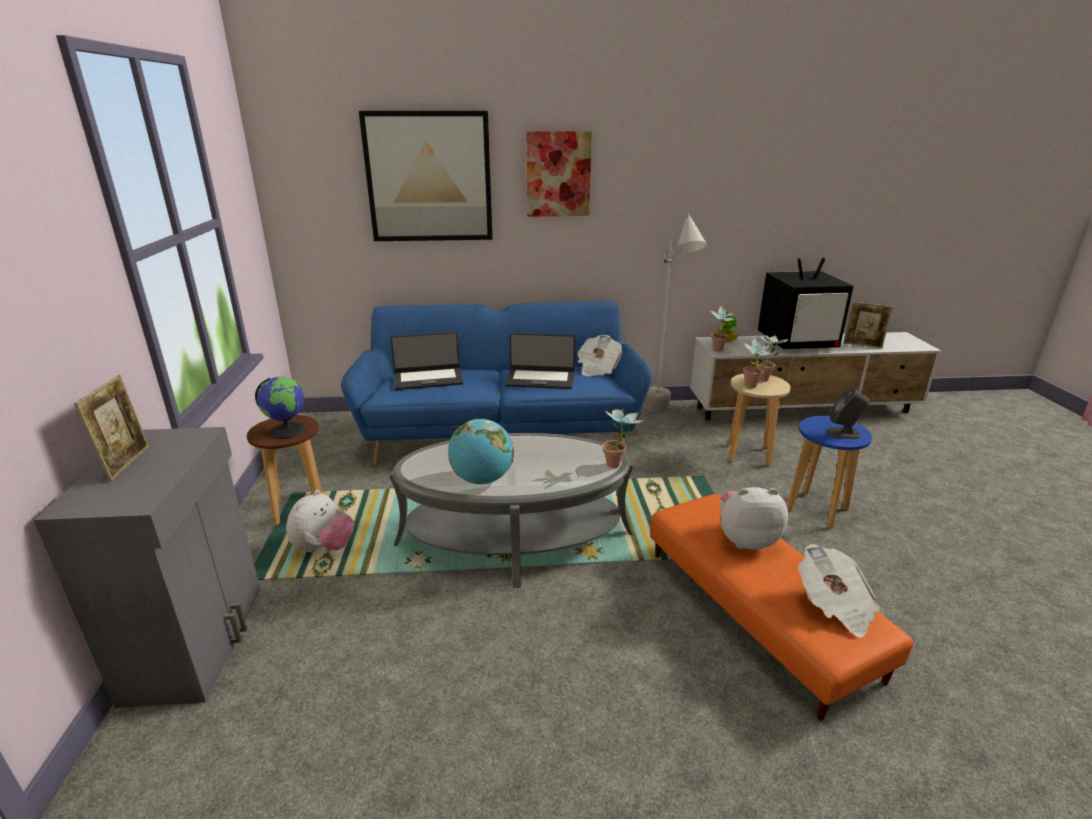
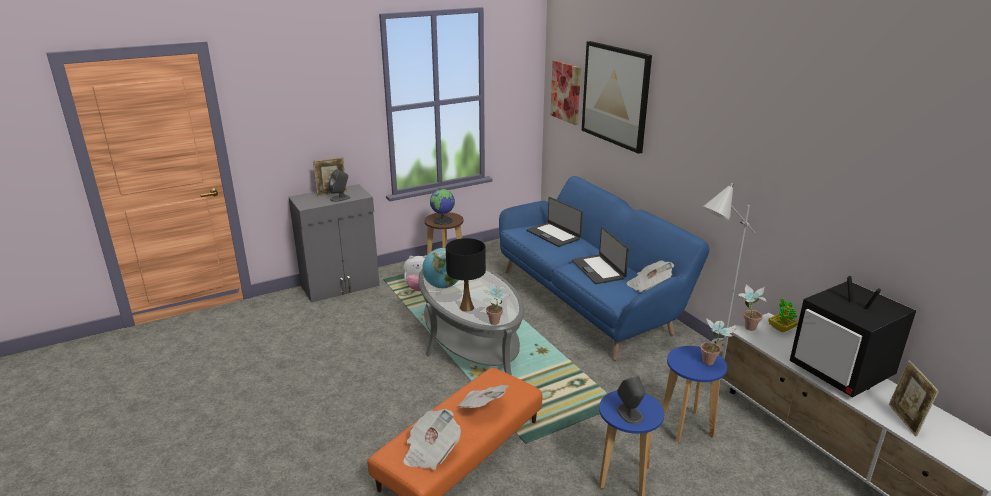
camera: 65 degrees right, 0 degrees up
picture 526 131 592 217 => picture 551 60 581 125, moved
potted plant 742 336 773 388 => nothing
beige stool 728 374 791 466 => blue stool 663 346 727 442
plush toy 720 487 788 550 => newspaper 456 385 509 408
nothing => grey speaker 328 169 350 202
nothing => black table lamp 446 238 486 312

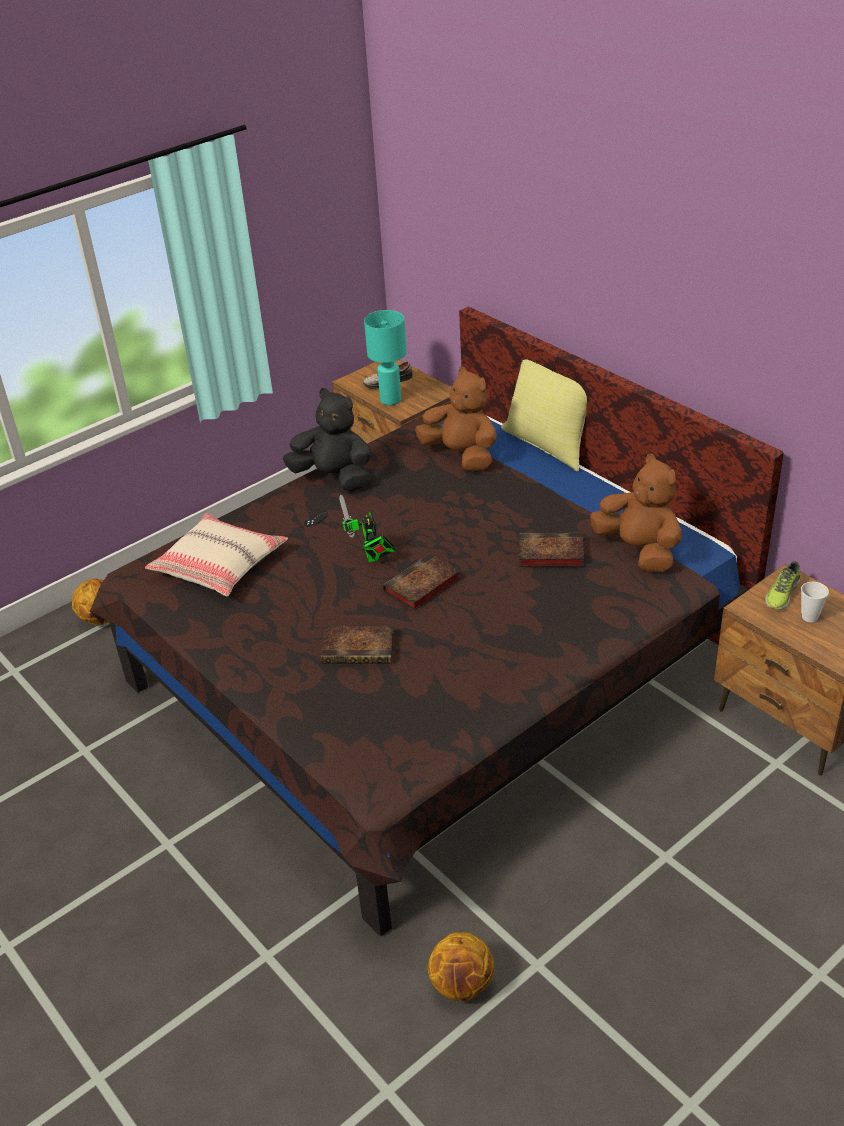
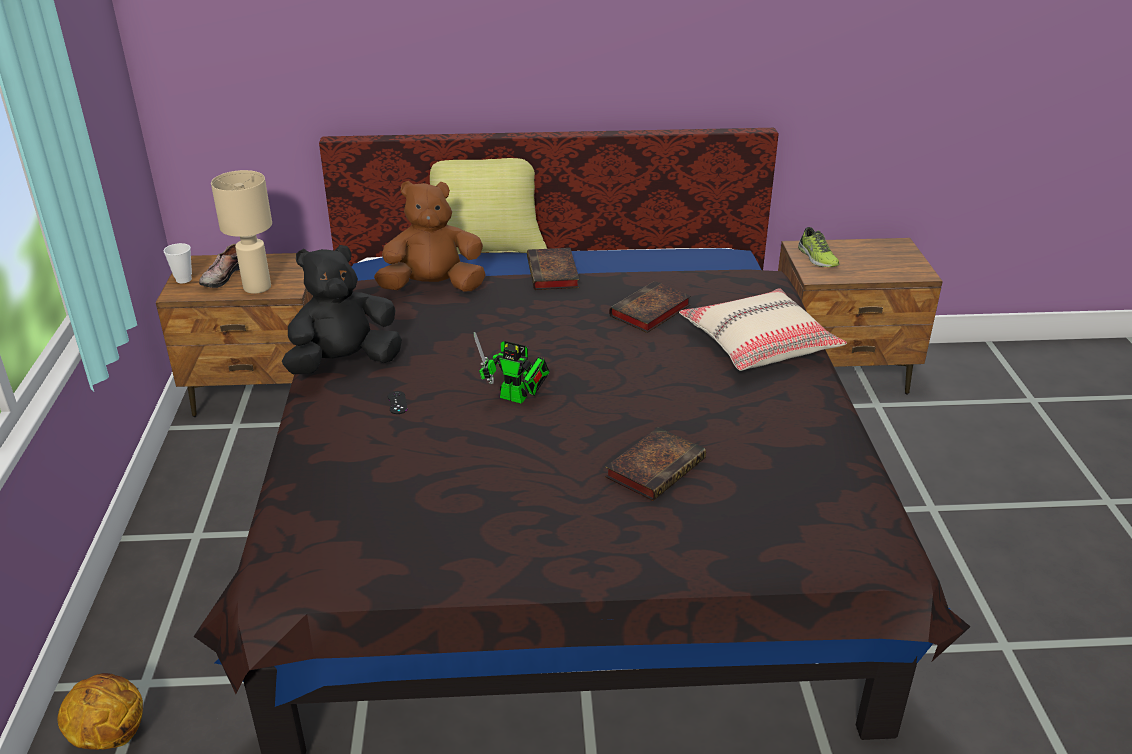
camera: 55 degrees left, 5 degrees down
turquoise table lamp 364 310 407 405 => beige table lamp 211 170 272 294
brown plush toy 590 454 682 572 => nothing
beige pillow 145 513 288 596 => beige pillow 679 288 847 371, moved
book 383 553 460 611 => book 527 248 579 290, moved
cup 801 582 829 622 => cup 164 243 192 283, moved
basketball 428 932 494 1001 => nothing

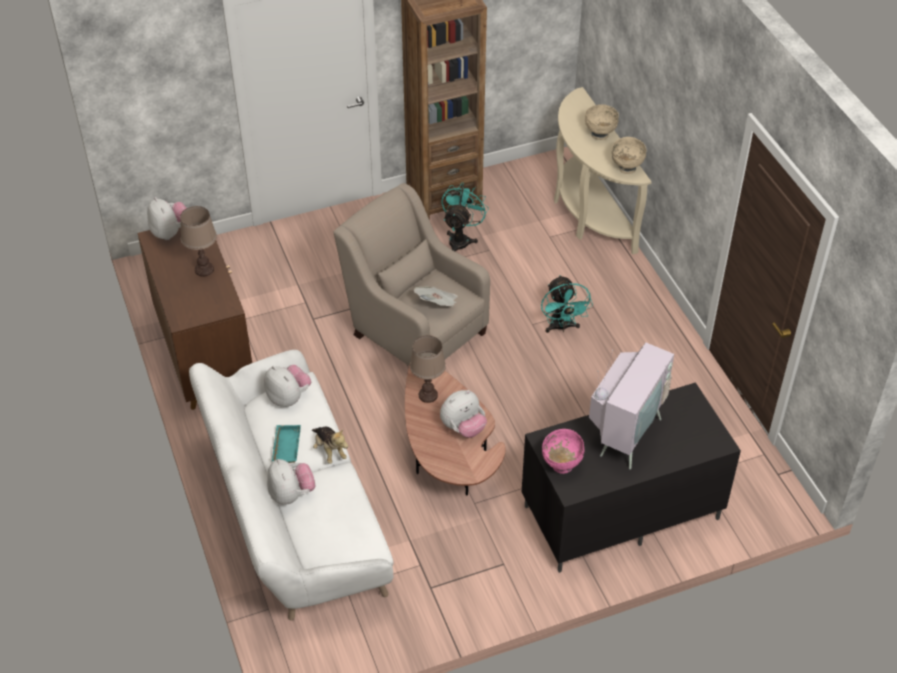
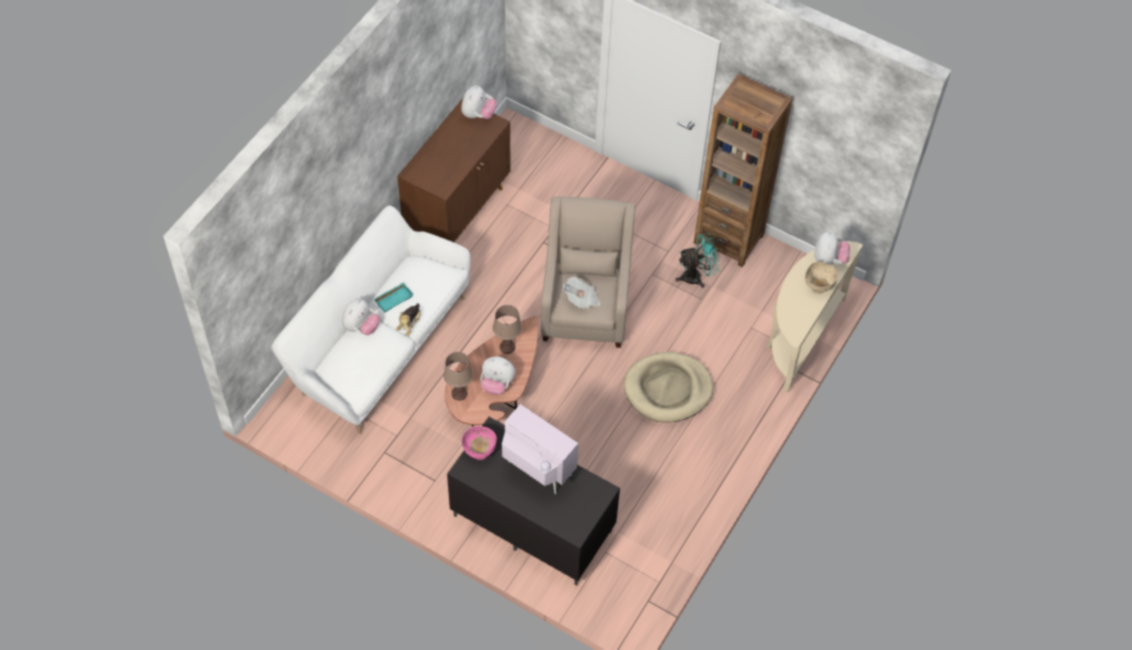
camera: 50 degrees right, 10 degrees up
beige bowl 612 137 646 174 => nothing
brown table lamp 180 206 217 277 => brown table lamp 443 352 473 401, moved
turquoise fan 541 275 593 333 => beige dog bed 624 352 713 422
television 589 343 674 470 => television 502 404 578 494, 135 degrees counterclockwise
plush toy 264 365 311 407 => plush toy 814 232 850 265, moved

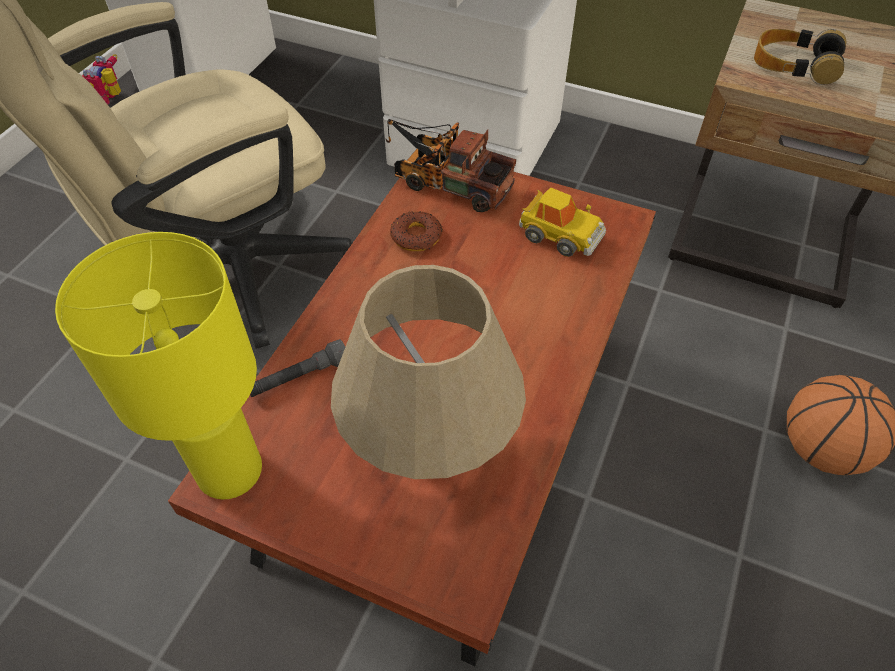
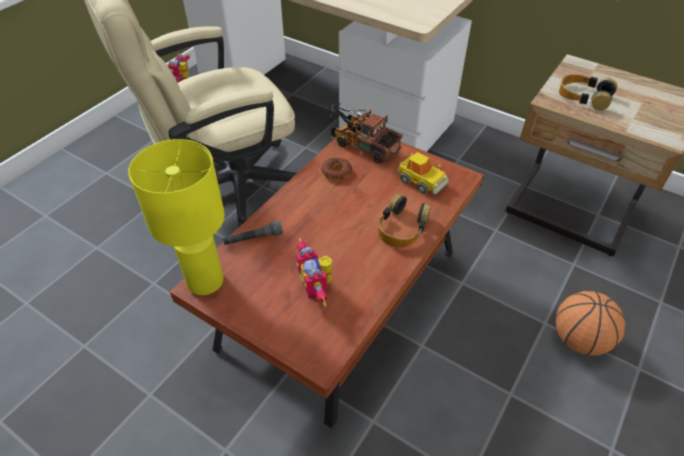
camera: 10 degrees right, 5 degrees down
beige table lamp 331 265 526 479 => toy robot 296 238 333 307
nothing => headphones 379 194 431 248

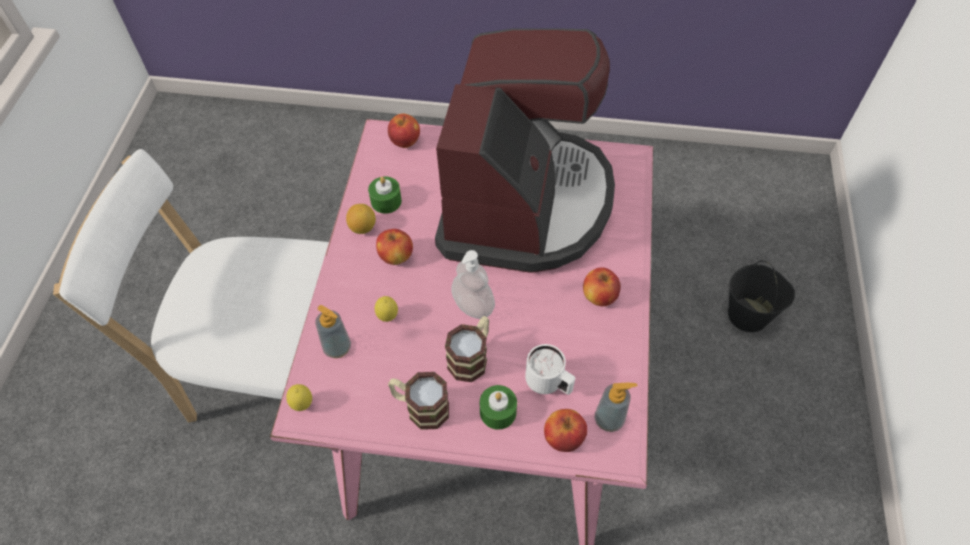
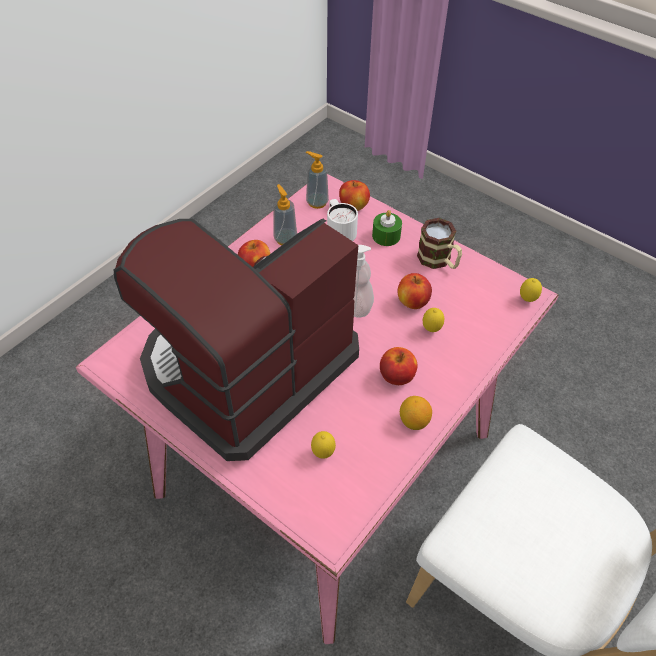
camera: 150 degrees left, 5 degrees down
apple 388 113 420 148 => apple 398 273 432 309, moved
green candle 368 176 402 214 => nothing
black bucket 728 260 795 332 => nothing
soap dispenser 315 305 351 358 => soap dispenser 274 184 297 245, moved
mug 445 316 489 382 => nothing
nothing => lemon 311 431 336 459

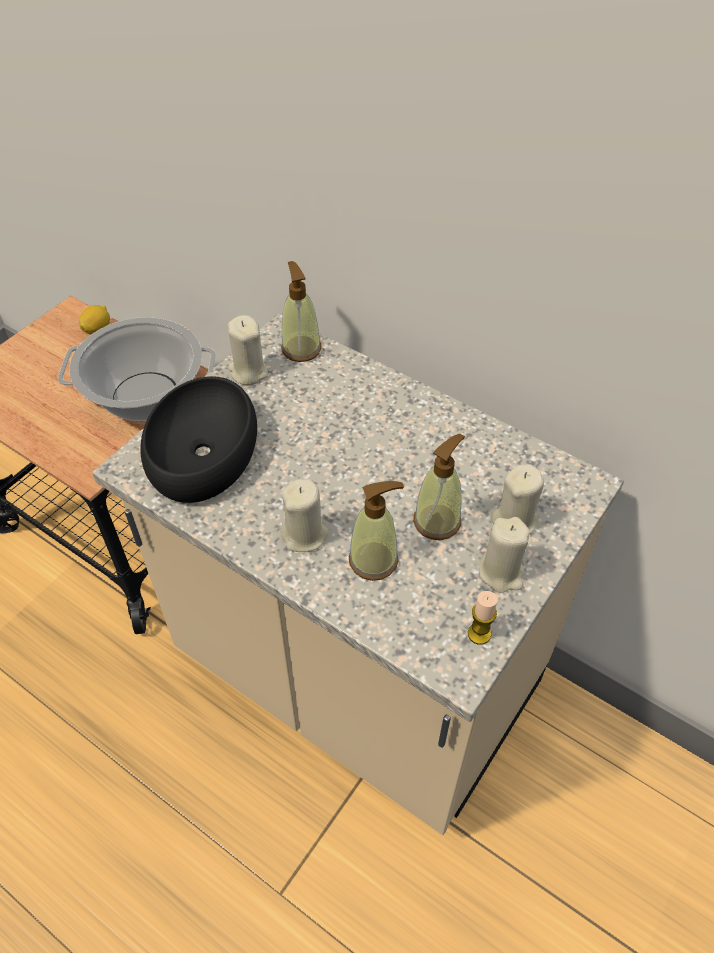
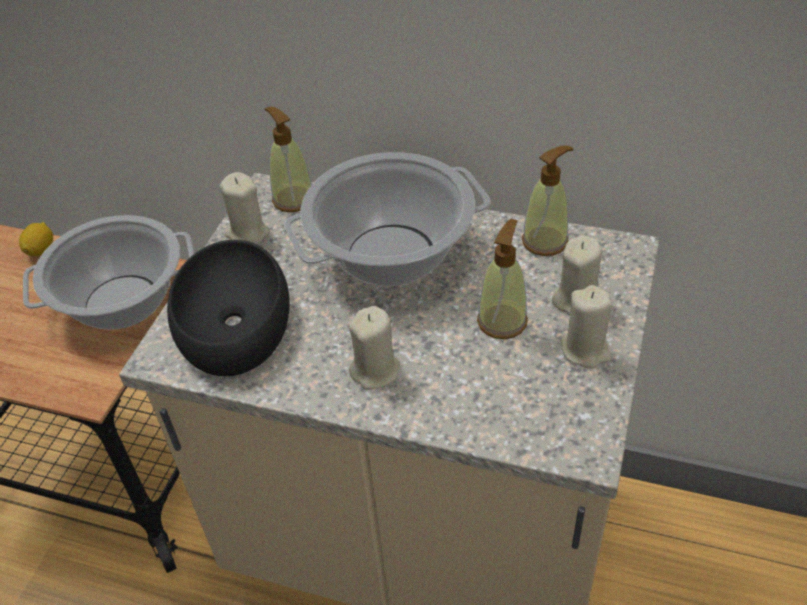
camera: 15 degrees left, 5 degrees down
soap dispenser 349 481 404 581 => soap dispenser 522 146 574 256, moved
candle 468 591 498 645 => nothing
nothing => cooking pot 284 152 491 286

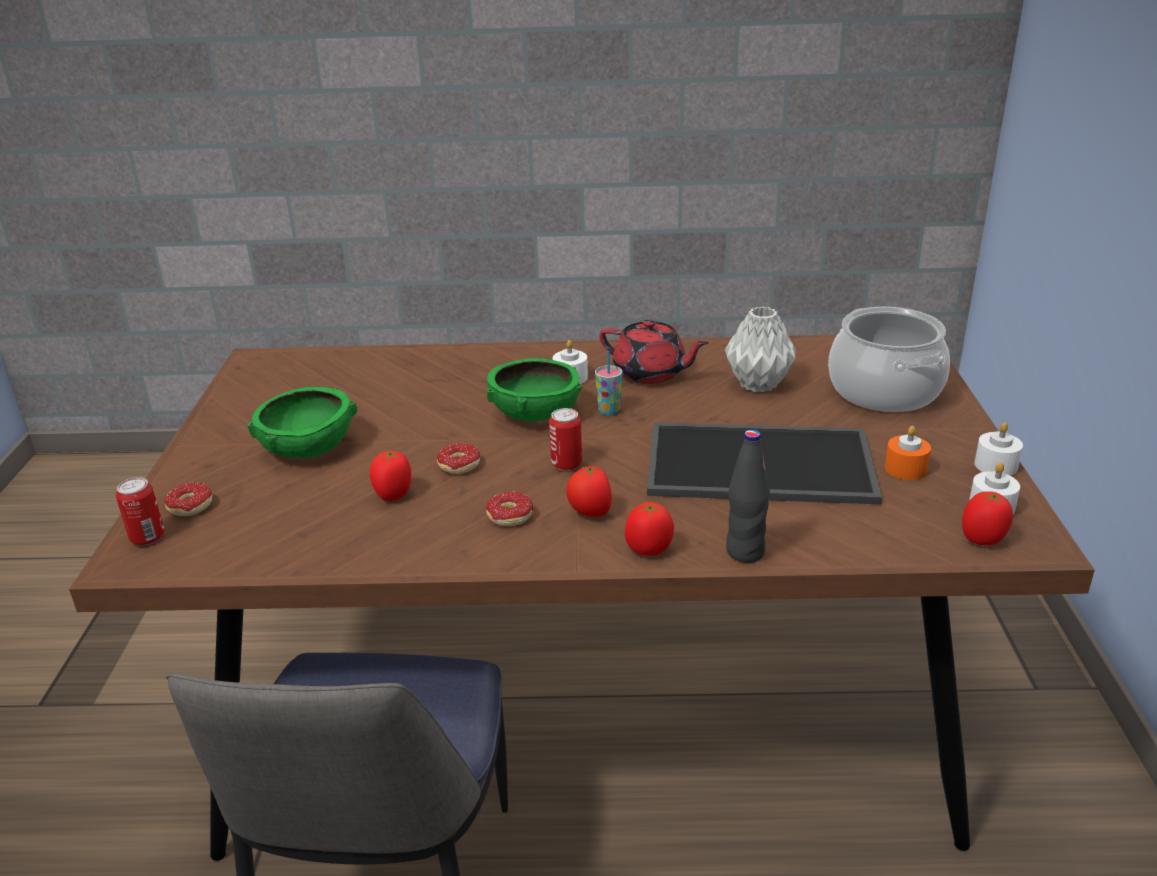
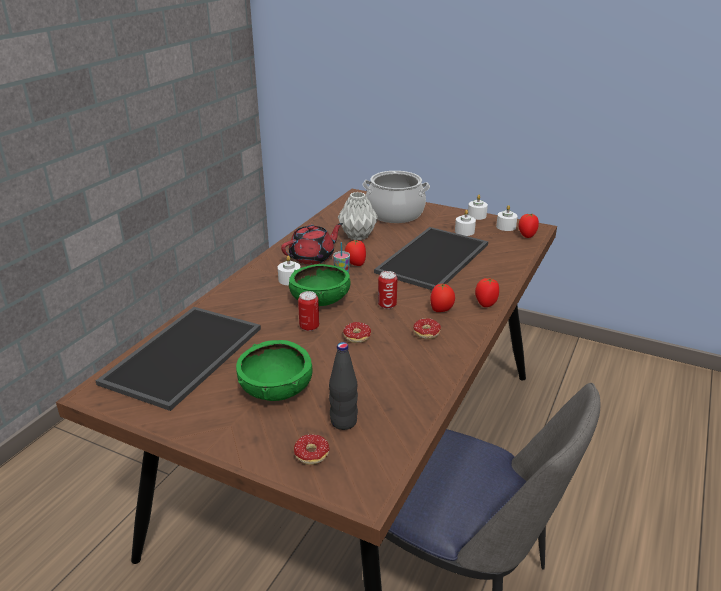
camera: 65 degrees left, 0 degrees up
orange candle 885 426 931 480 => white candle 455 210 476 236
black bottle 726 430 770 563 => black bottle 329 342 358 430, moved
tomato 370 451 411 501 => tomato 345 240 366 266, moved
can 116 477 165 546 => can 298 291 319 331, moved
nothing => tray 96 307 261 411

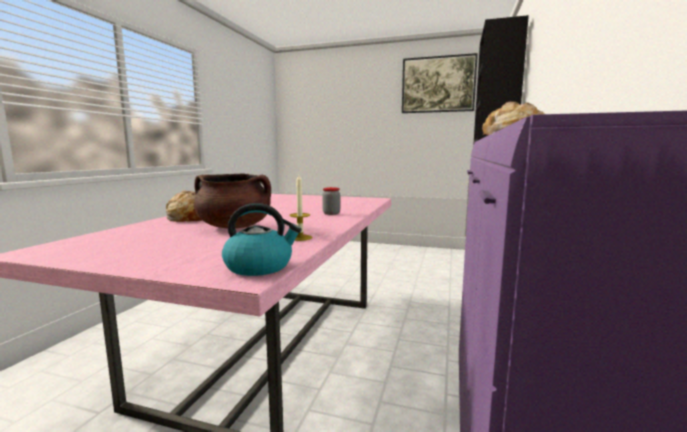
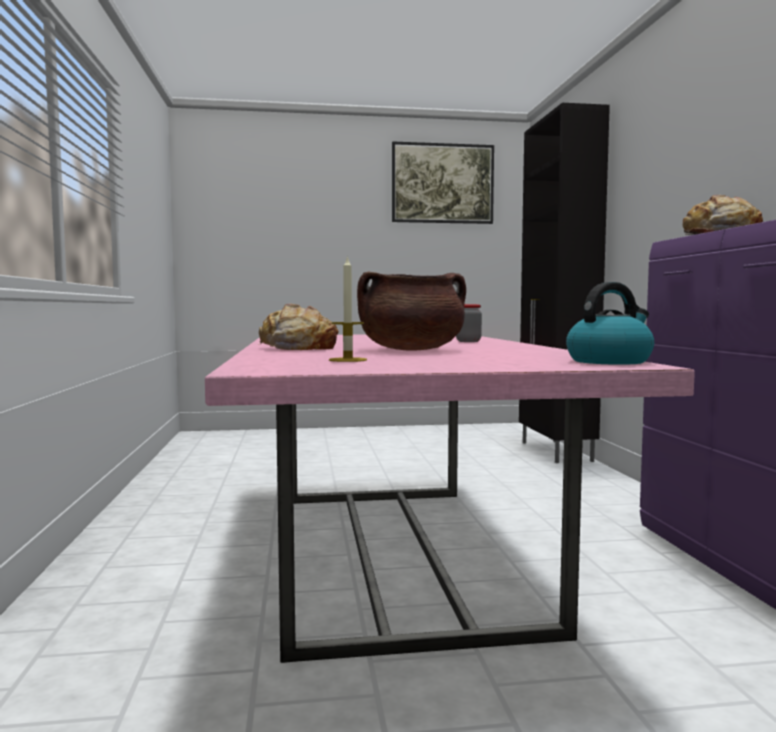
camera: 25 degrees left, 5 degrees down
candle 289 174 312 241 => candle 329 255 367 362, moved

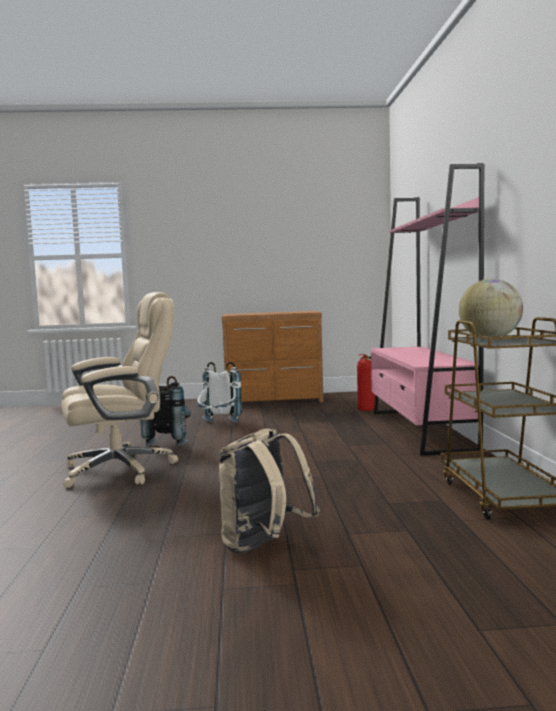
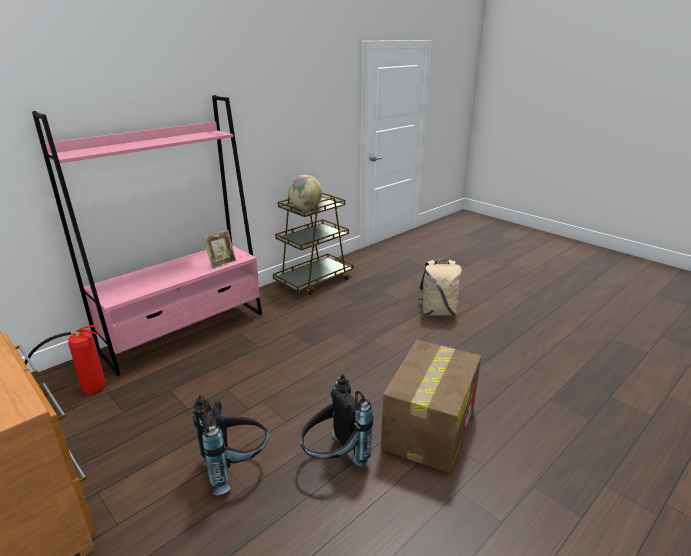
camera: 130 degrees left, 20 degrees up
beige office chair 61 292 178 488 => cardboard box 381 340 481 473
white backpack 197 362 242 423 => black backpack 193 394 269 495
nothing => picture frame 203 230 236 269

